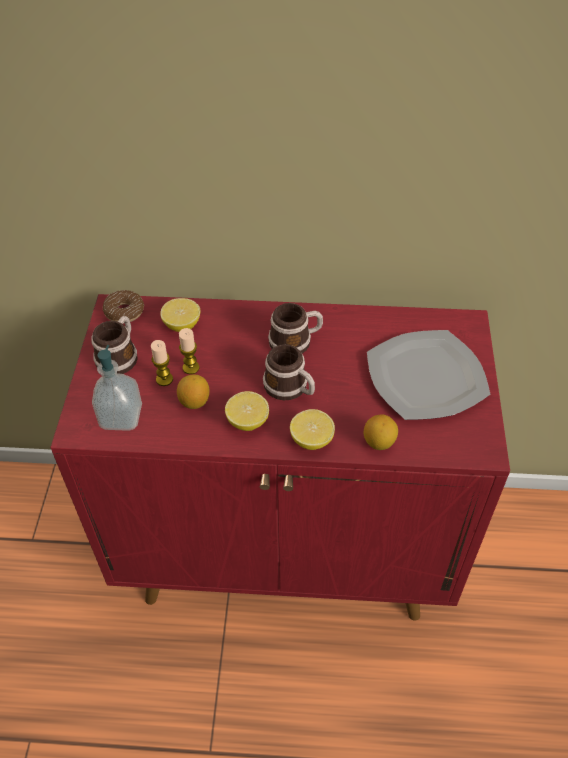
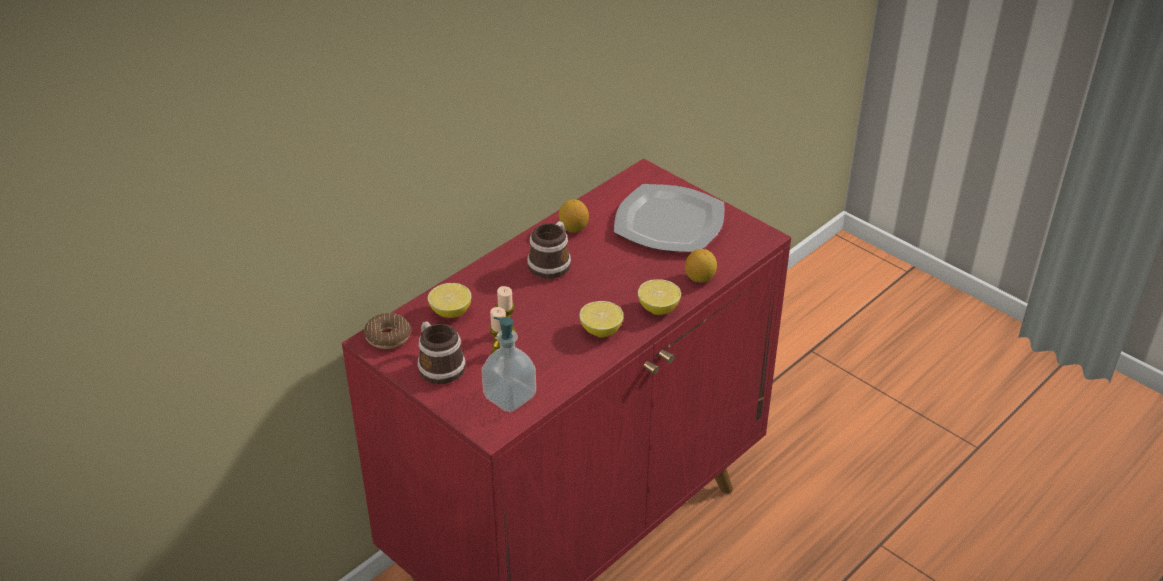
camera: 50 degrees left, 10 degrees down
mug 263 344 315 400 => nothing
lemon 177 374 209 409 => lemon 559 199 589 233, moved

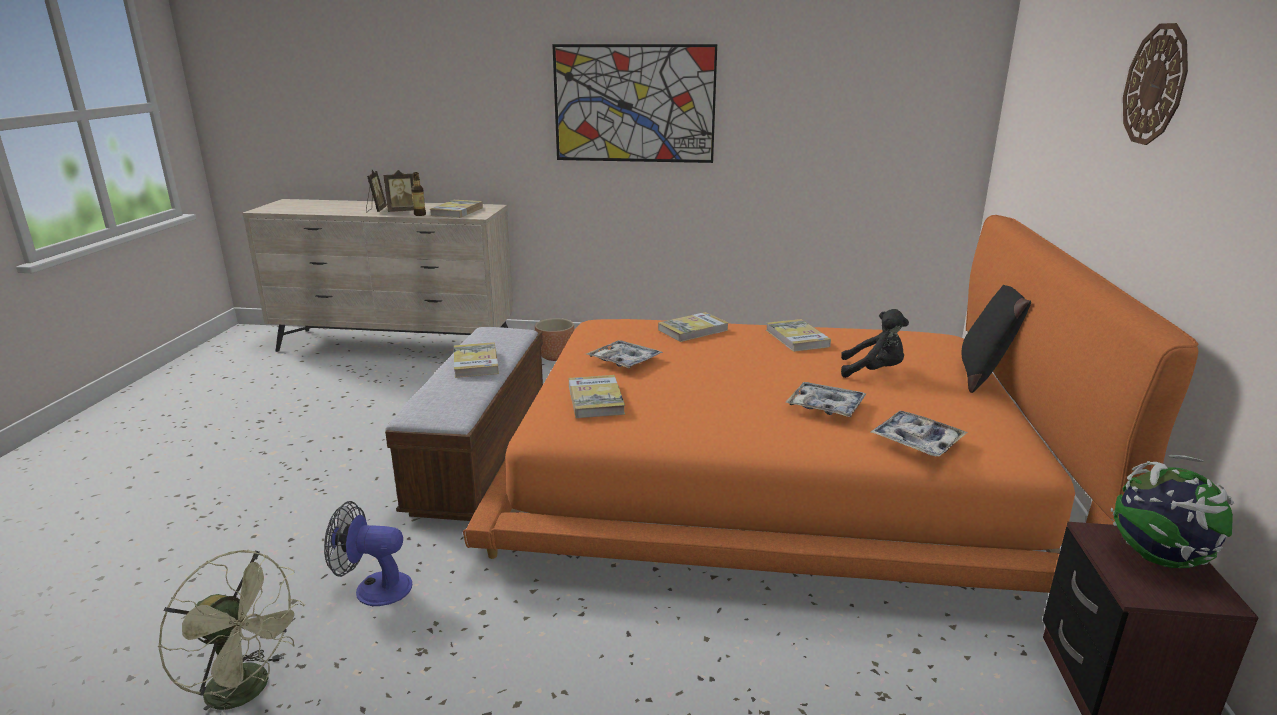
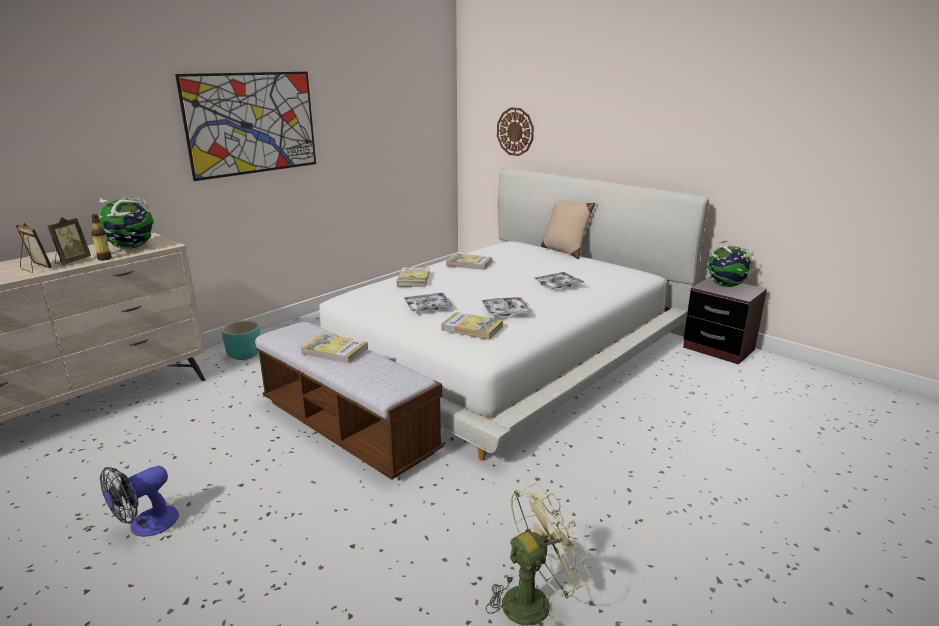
camera: 55 degrees left, 0 degrees up
wall clock 1123 23 1188 145 => wall clock 497 107 534 156, moved
book 430 200 483 218 => globe 98 197 154 249
orange bed 463 215 1198 593 => white bed 317 168 709 461
black pillow 962 285 1031 393 => beige pillow 541 201 595 259
black plush toy 841 309 909 378 => nothing
brown planter 535 318 574 361 => turquoise planter 222 320 260 360
tray 871 411 968 457 => tray 481 297 532 316, moved
fan 324 501 412 606 => fan 100 466 179 537, moved

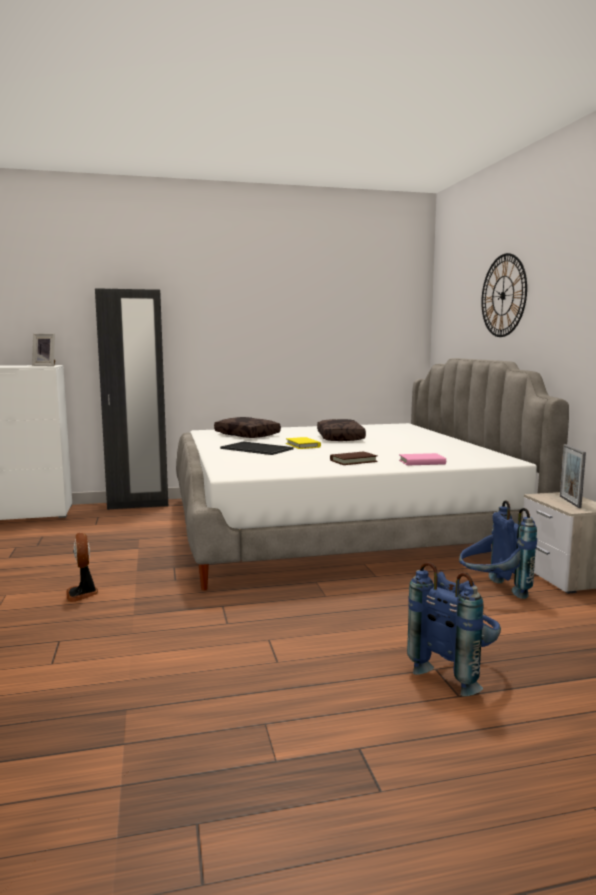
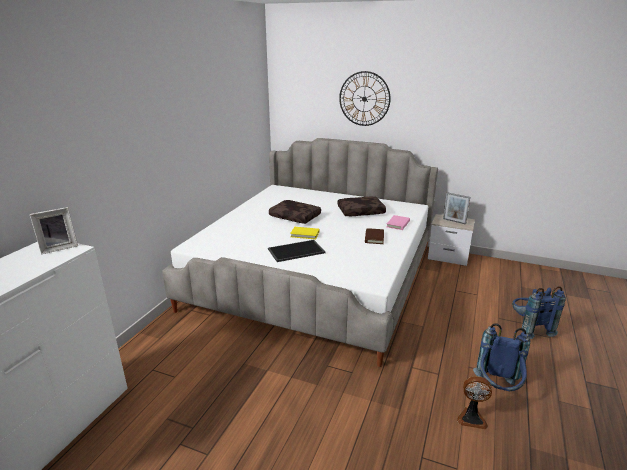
camera: 55 degrees left, 15 degrees up
black wardrobe 95 288 168 510 => nothing
brown pillow 214 417 281 438 => brown pillow 337 197 386 216, moved
blue backpack 459 500 537 599 => blue backpack 473 323 530 391, moved
fan 66 533 98 602 => fan 457 376 492 429, moved

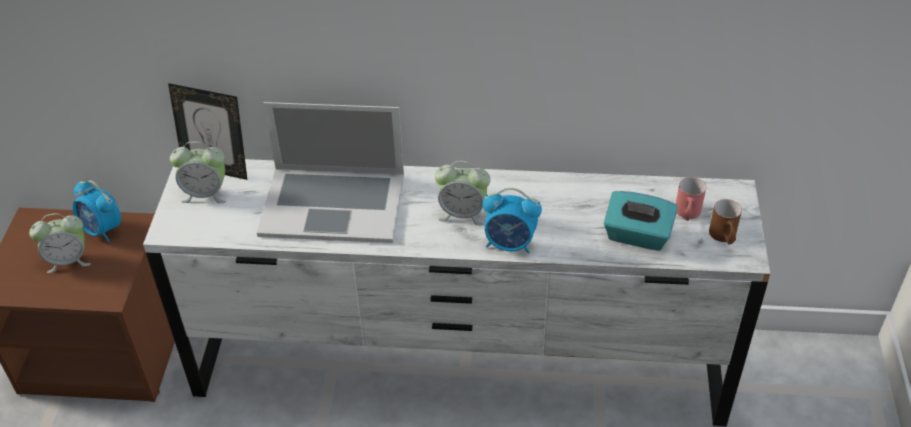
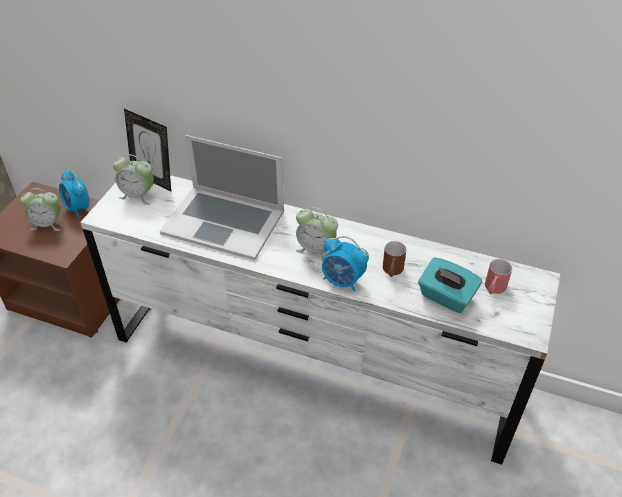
camera: 15 degrees right, 0 degrees up
brown mug 709 199 742 244 => brown mug 383 241 406 277, moved

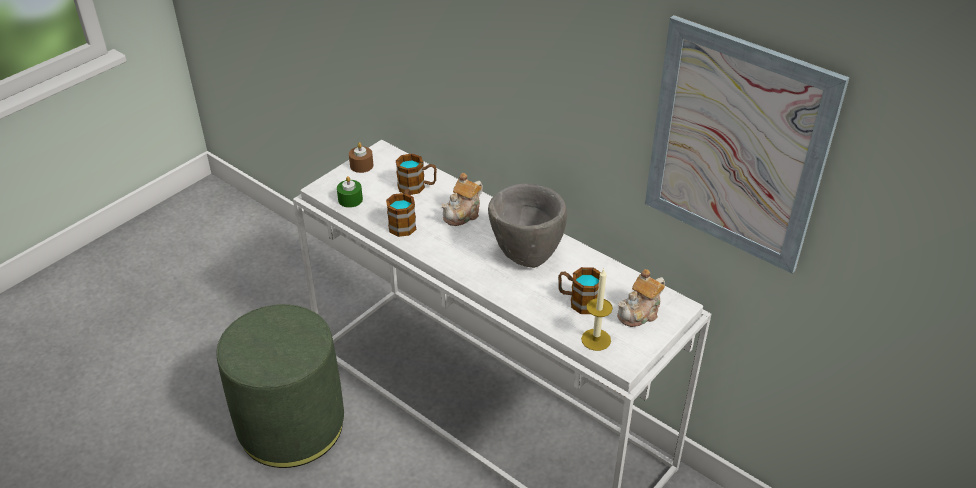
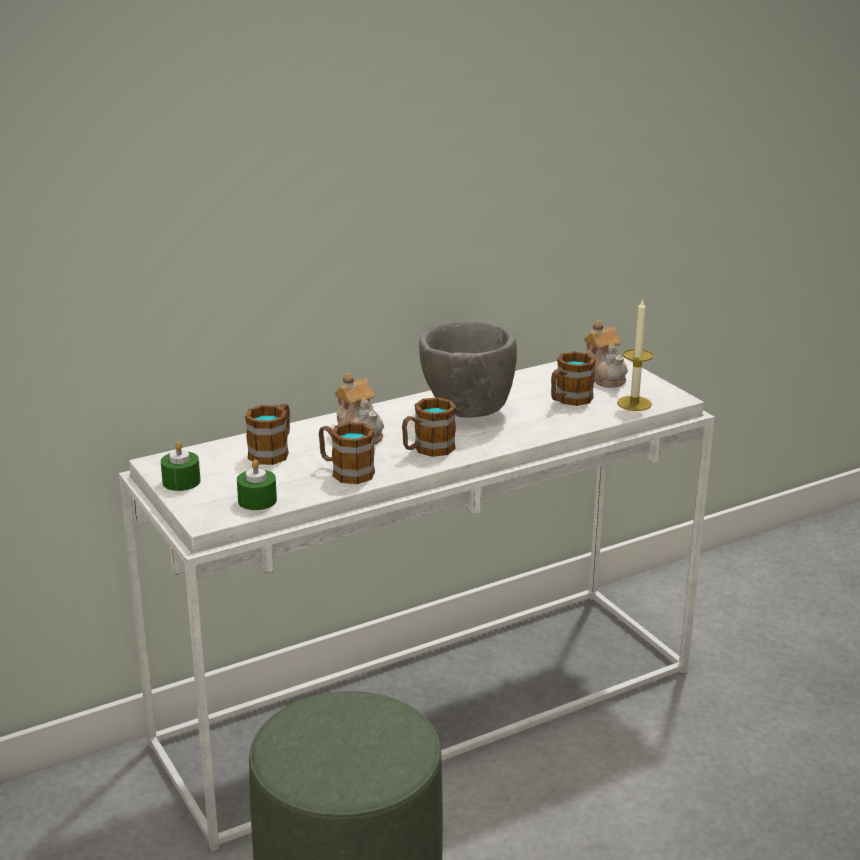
camera: 70 degrees left, 15 degrees down
picture 645 15 850 274 => nothing
brown candle 349 142 374 173 => green candle 161 441 201 491
nothing => mug 402 397 456 457

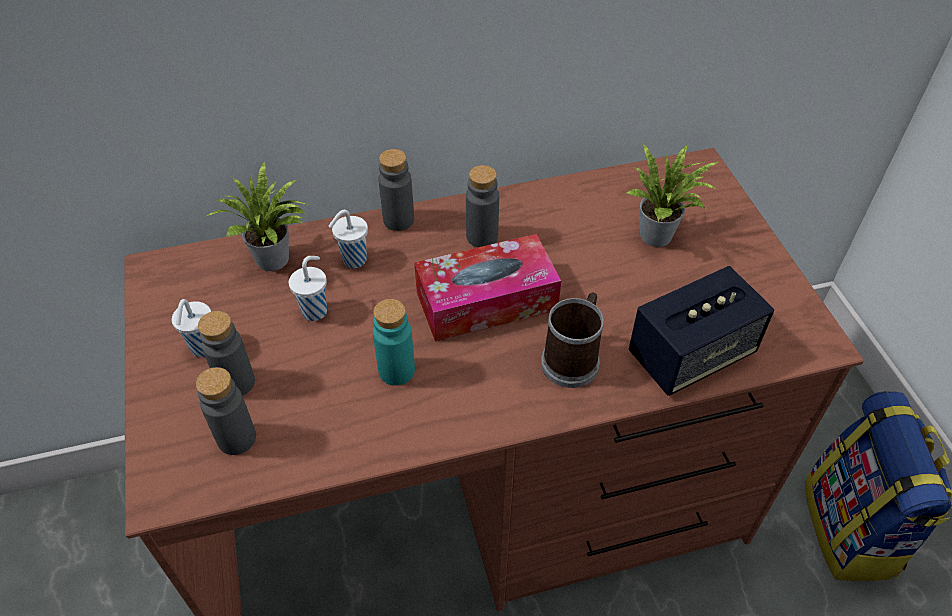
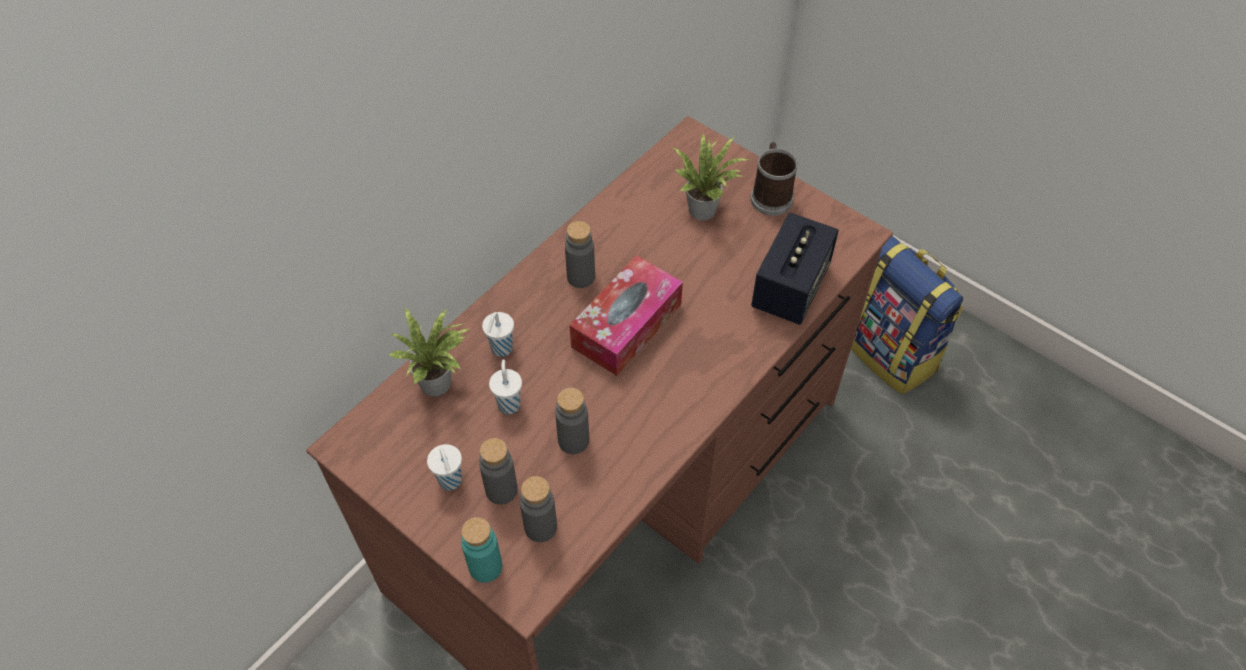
camera: 35 degrees left, 5 degrees up
grey bottle 378 149 414 231 => grey bottle 555 388 589 454, moved
mug 541 292 604 388 => mug 750 142 798 216, moved
turquoise bottle 373 299 415 386 => turquoise bottle 461 517 502 583, moved

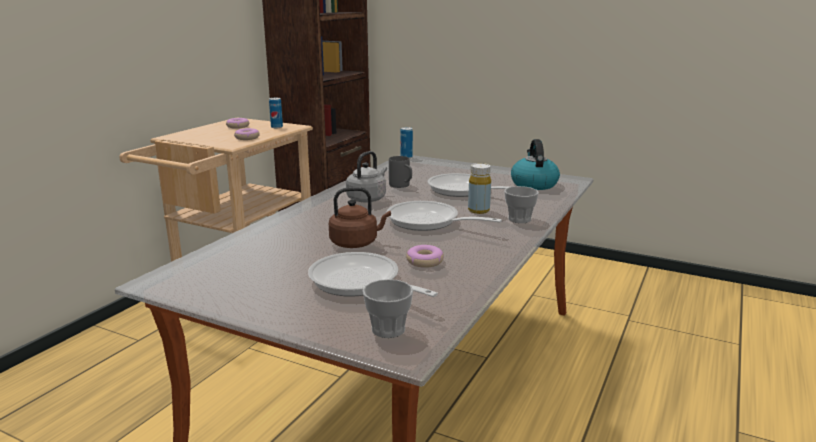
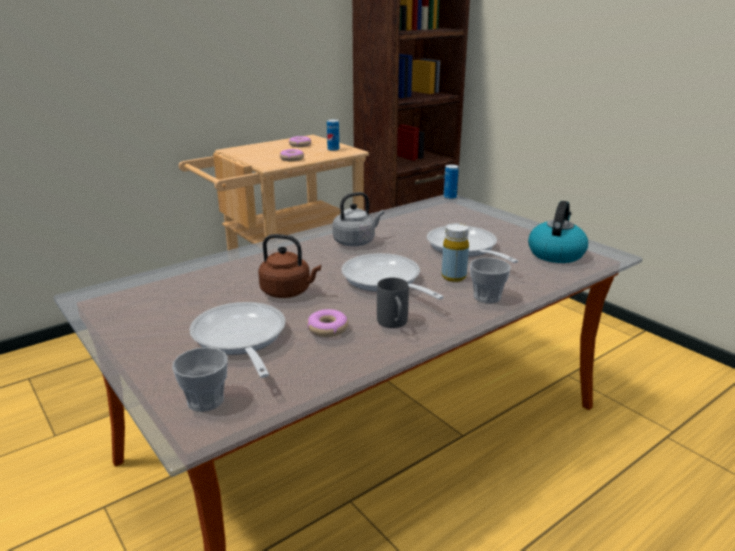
camera: 25 degrees right, 5 degrees up
grey mug 389 156 412 188 => grey mug 377 278 409 328, moved

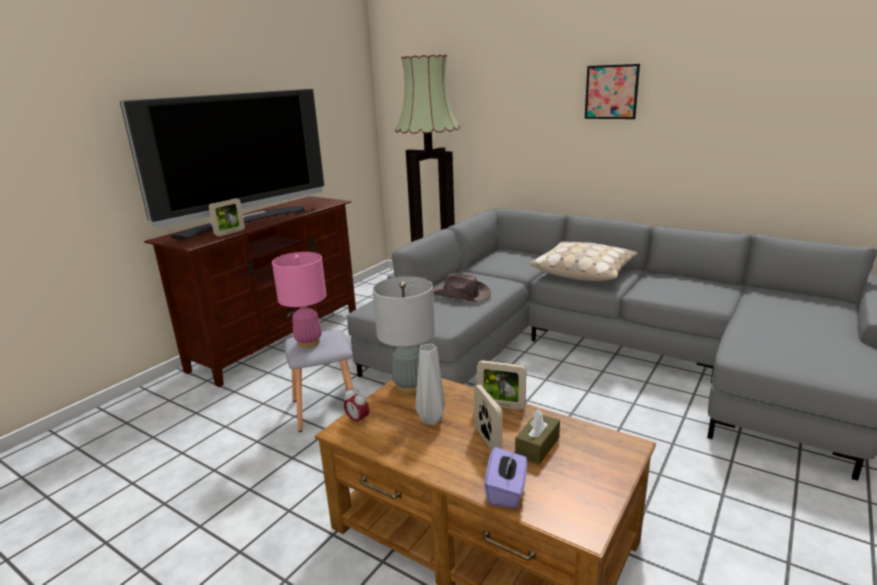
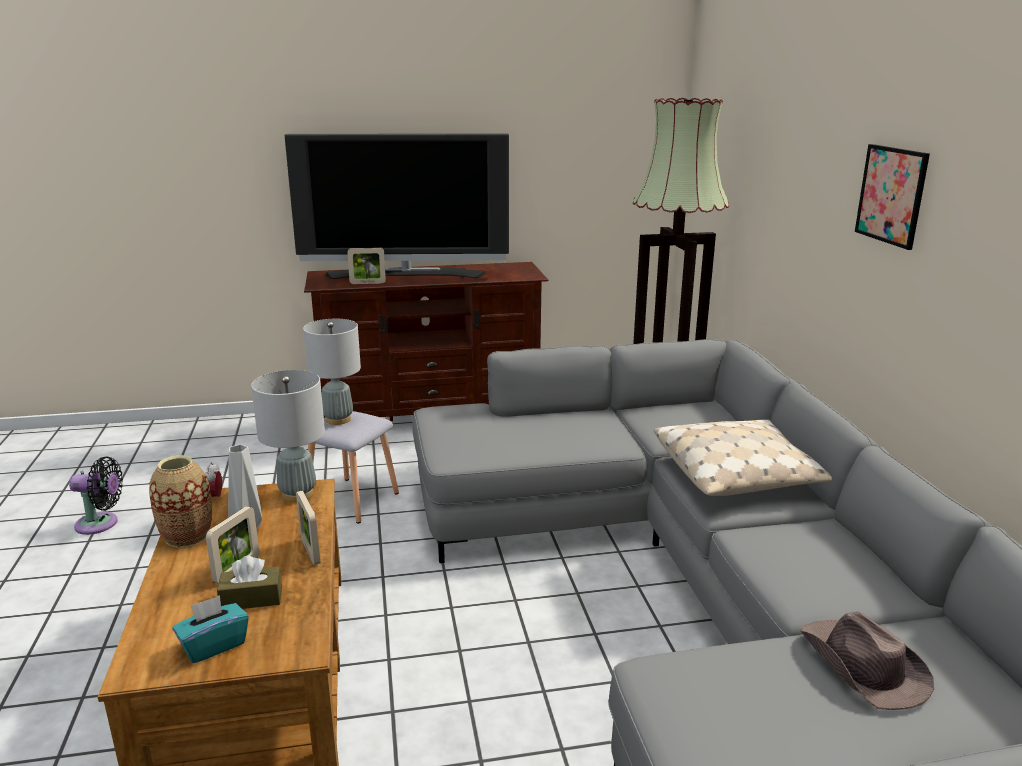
camera: 45 degrees right, 0 degrees up
pink table lamp 272 252 327 348 => grey table lamp 303 319 361 425
brown hat 433 273 491 302 => brown hat 801 611 934 710, moved
purple tissue box 484 447 527 508 => nothing
nothing => vase 149 455 212 548
nothing => black fan 69 457 123 535
nothing => turquoise tissue box 172 595 249 663

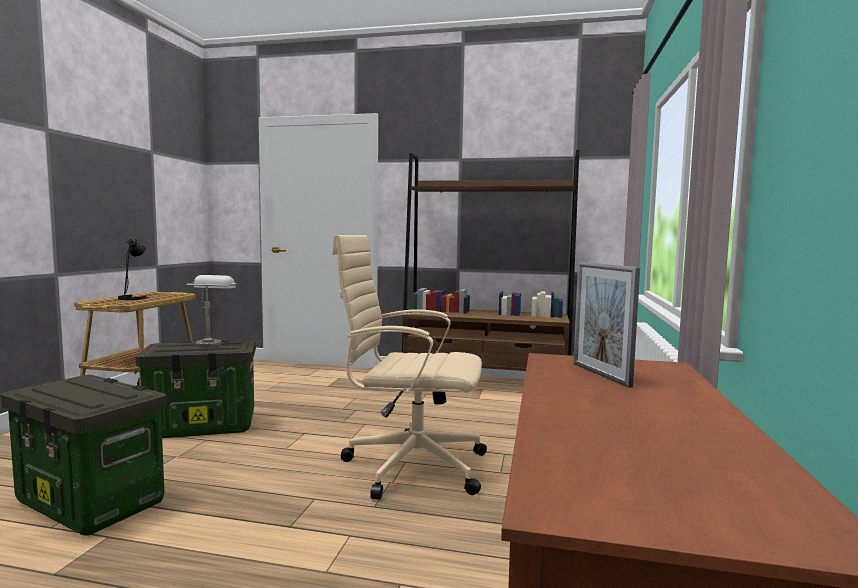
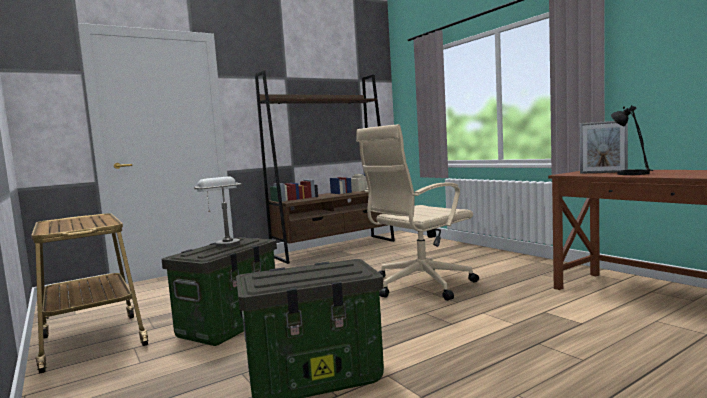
camera: 45 degrees left, 0 degrees up
black table lamp 118 239 150 300 => black table lamp 611 105 654 175, moved

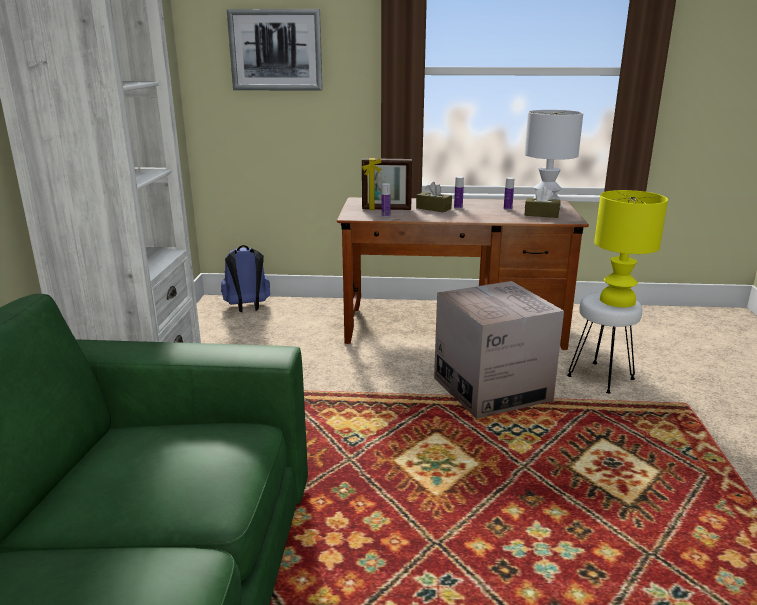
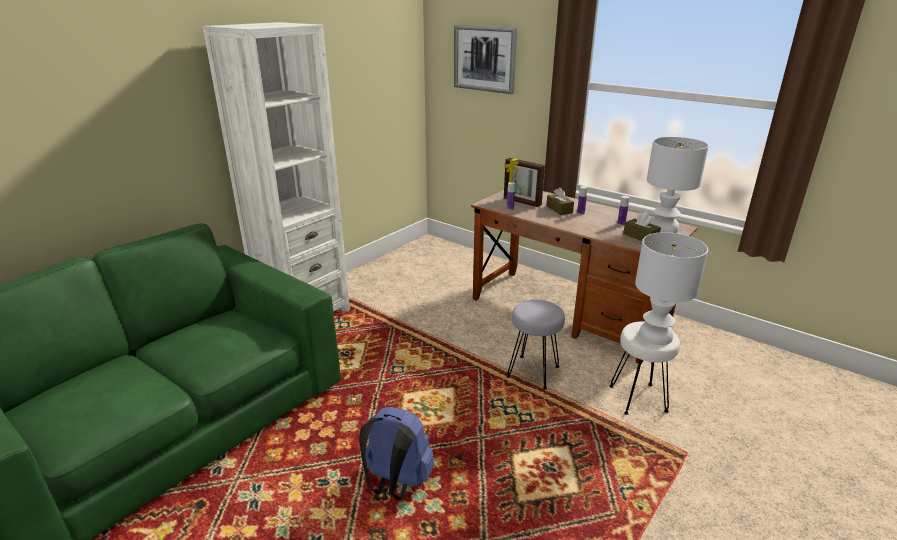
camera: 35 degrees right, 5 degrees up
yellow table lamp 594 190 668 307 => white table lamp 635 232 708 345
blue backpack 221 245 270 312 => blue backpack 359 407 434 500, moved
cardboard box 434 281 564 419 => grey stool 507 300 565 389

